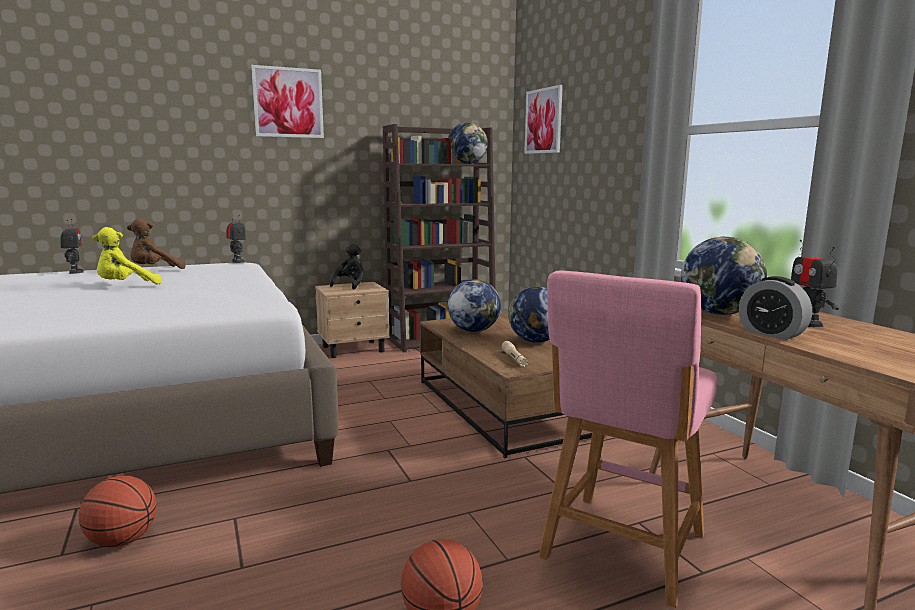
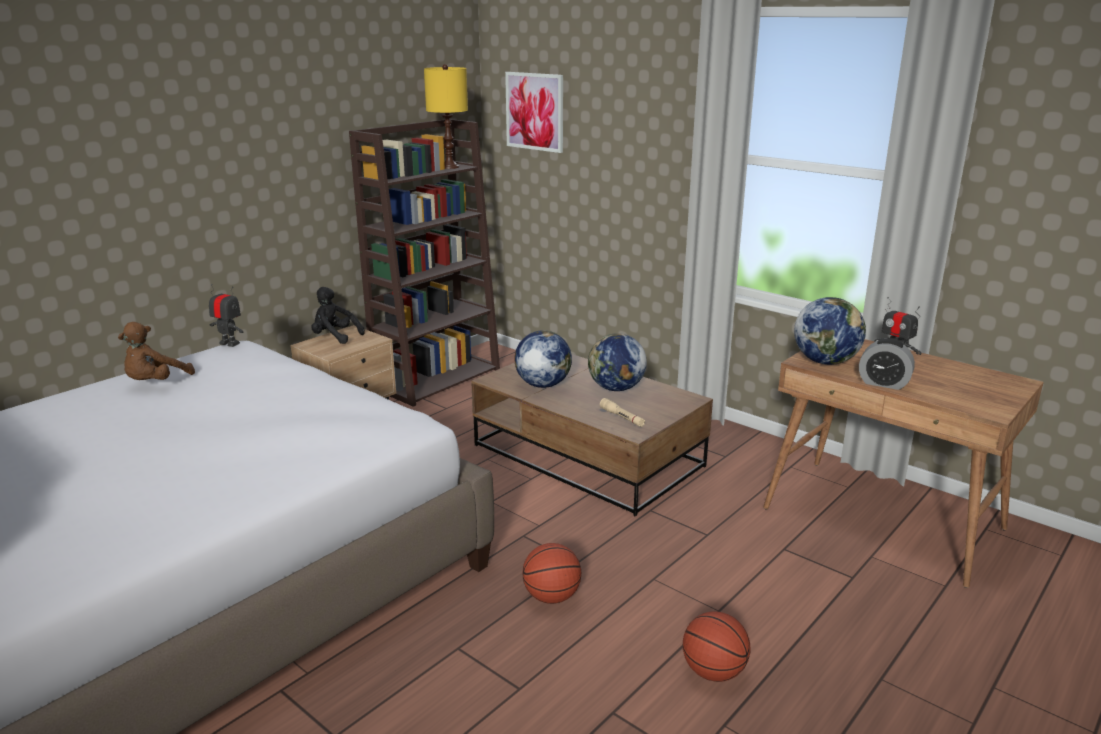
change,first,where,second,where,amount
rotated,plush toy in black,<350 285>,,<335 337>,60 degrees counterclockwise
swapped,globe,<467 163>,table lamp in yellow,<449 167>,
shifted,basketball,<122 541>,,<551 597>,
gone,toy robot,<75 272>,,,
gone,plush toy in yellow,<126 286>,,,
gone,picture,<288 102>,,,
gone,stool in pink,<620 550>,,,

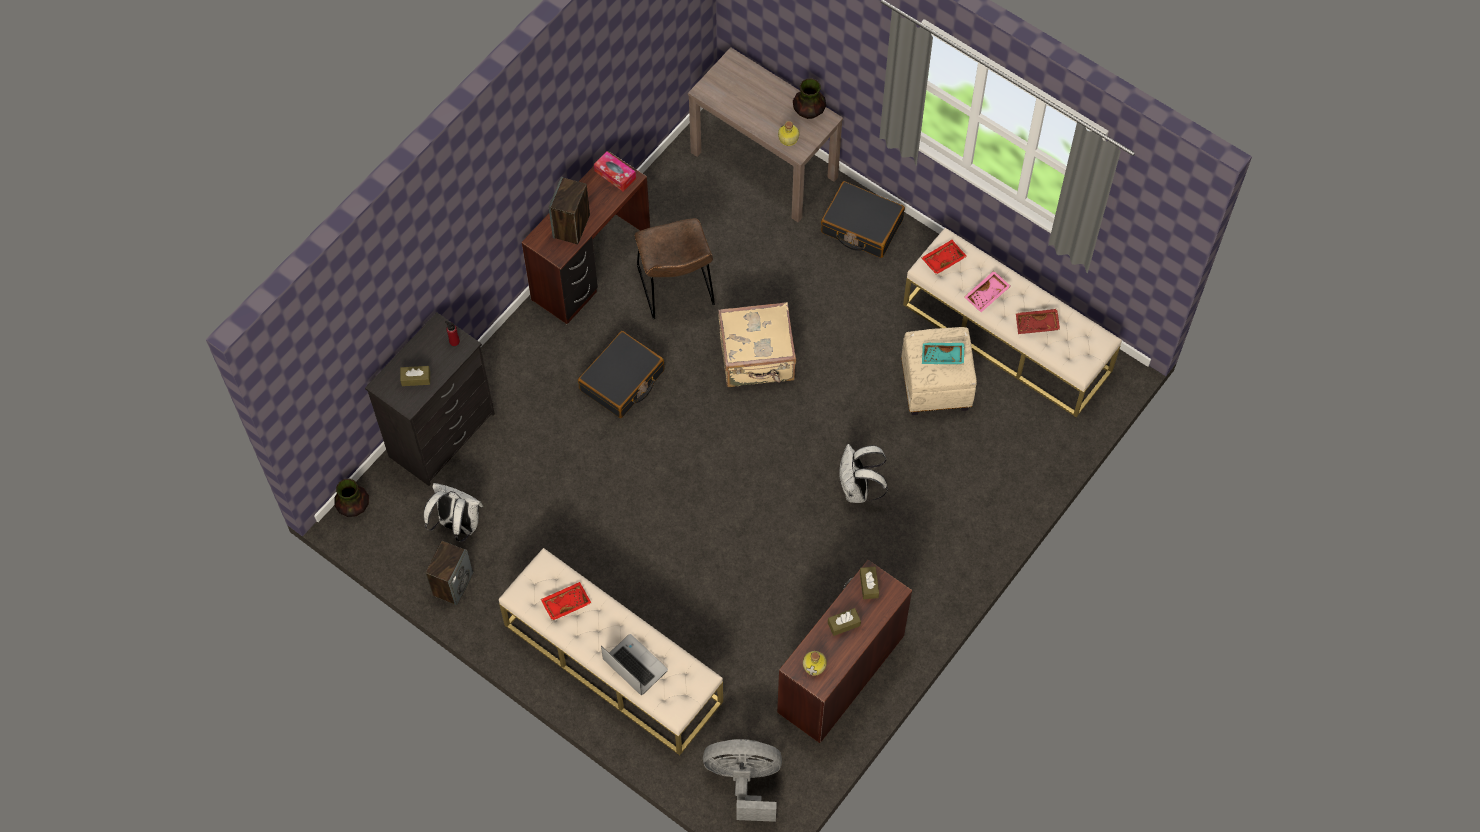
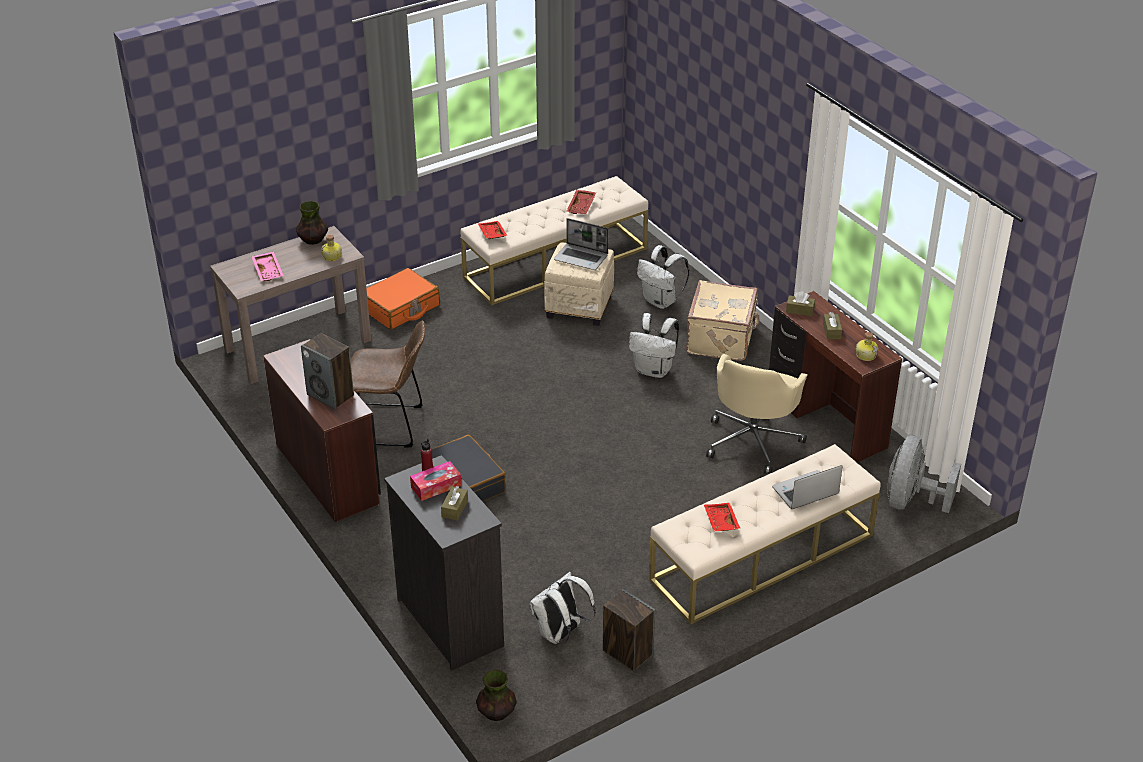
change,first,where,second,where,amount
shifted,tray in pink,<987 295>,,<268 271>,
repainted,suitcase in black,<861 226>,suitcase in orange,<400 308>,
shifted,tissue box,<615 174>,,<436 486>,
swapped,tray in turquoise,<942 357>,laptop,<582 258>,
new,,,backpack in white,<661 301>,
shifted,suitcase in beige,<757 359>,,<722 339>,
new,,,office chair in beige,<753 441>,

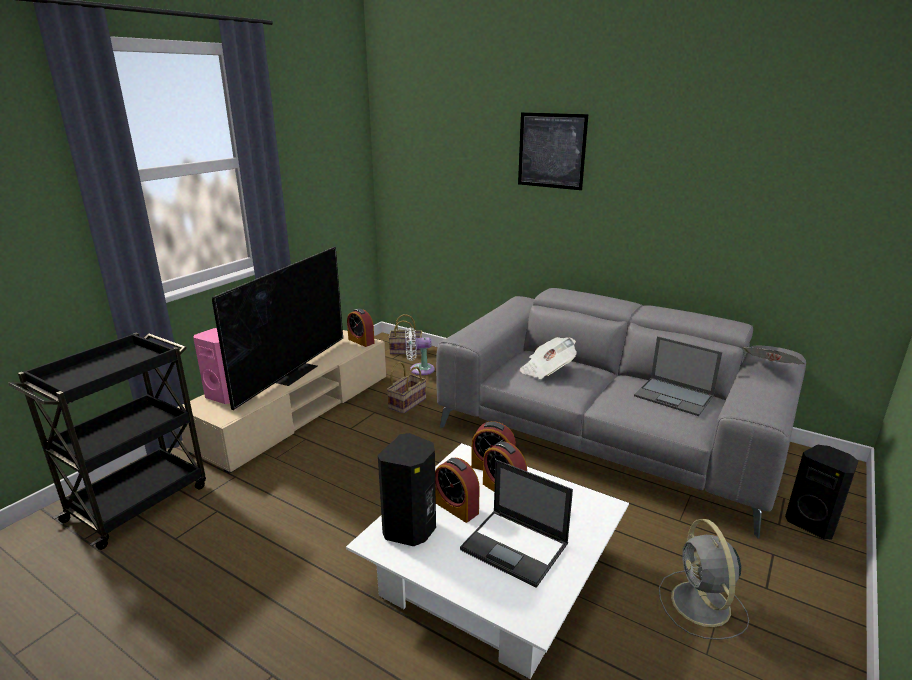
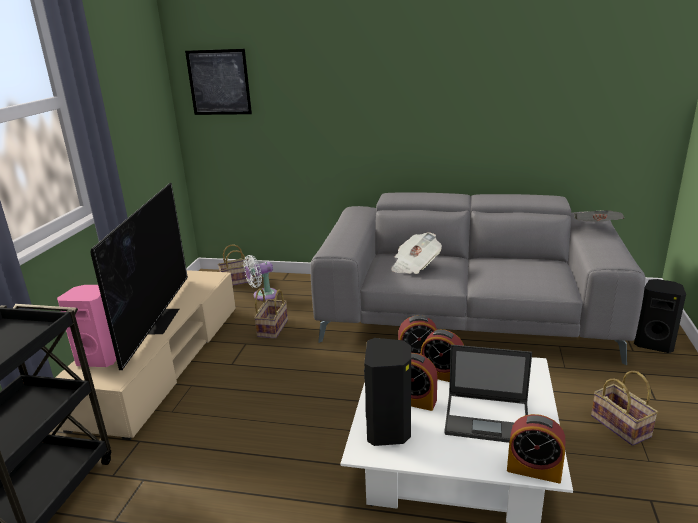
change,first,where,second,where,amount
shifted,picture,<551 151>,,<219 82>,
shifted,alarm clock,<361 341>,,<534 469>,
swapped,fan in grey,<701 606>,basket,<622 426>,
gone,laptop,<674 396>,,,

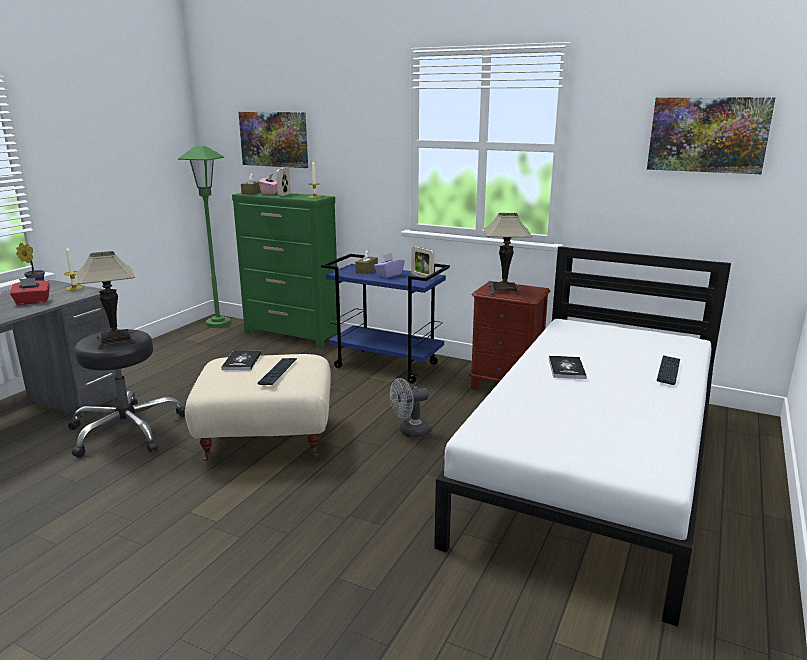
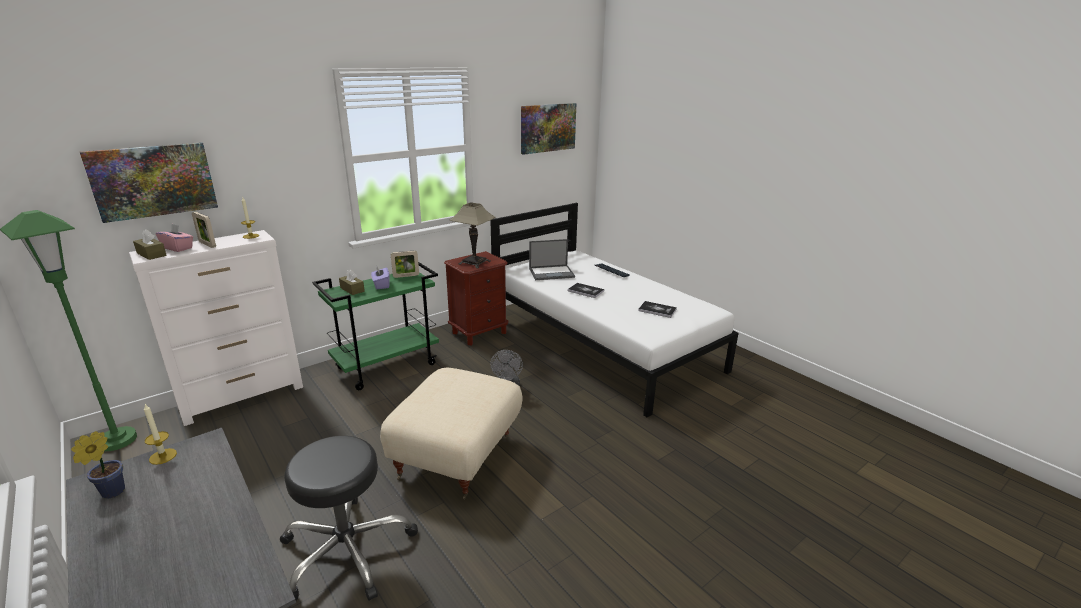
change,first,where,second,where,amount
repainted,dresser in green,<292 335>,dresser in white,<243 397>,
repainted,cart in blue,<387 365>,cart in green,<387 366>,
new,,,laptop,<552 273>,
shifted,book,<242 361>,,<657 310>,
gone,tissue box in red,<32 302>,,,
gone,table lamp,<116 340>,,,
gone,keyboard,<278 372>,,,

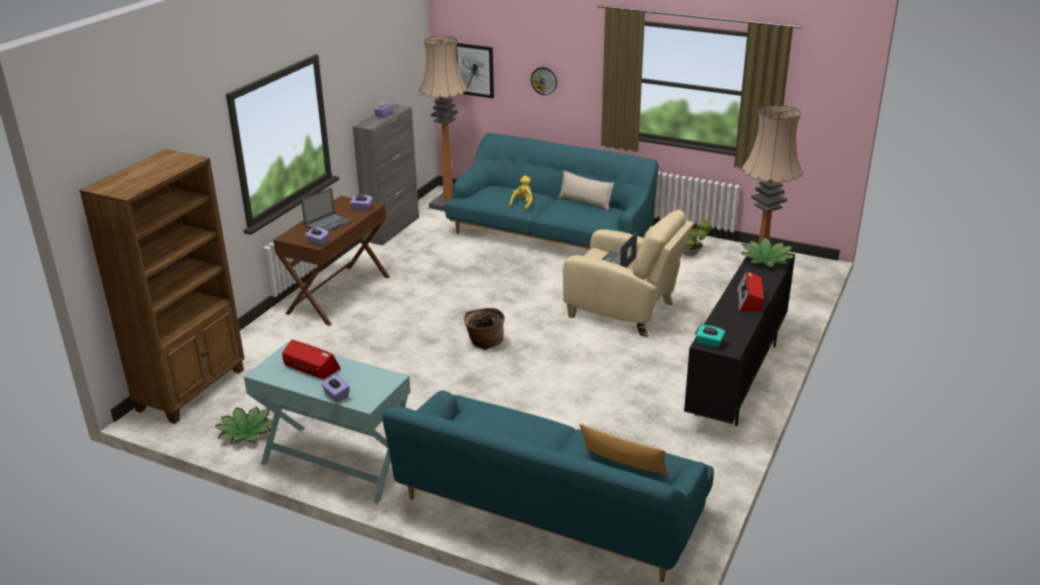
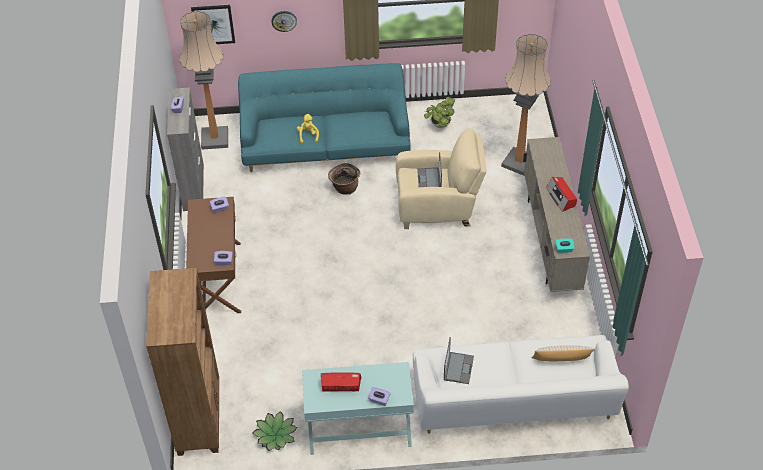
change,first,where,second,where,amount
shifted,basket,<484 342>,,<344 188>,
repainted,sofa in turquoise,<548 509>,sofa in white,<513 400>,
shifted,laptop,<328 224>,,<458 367>,
repainted,tv stand in black,<736 380>,tv stand in beige,<551 241>,
gone,pillow in beige,<585 202>,,,
gone,potted plant,<766 259>,,,

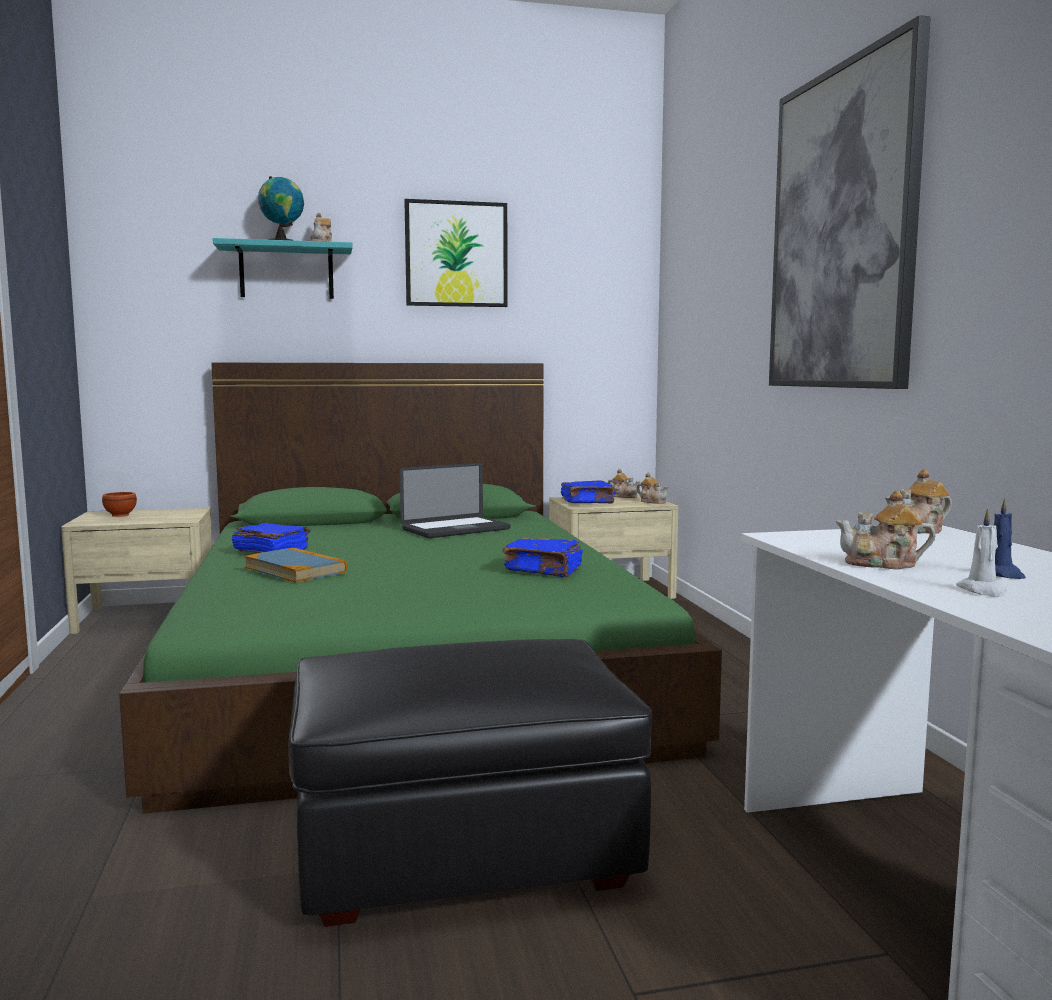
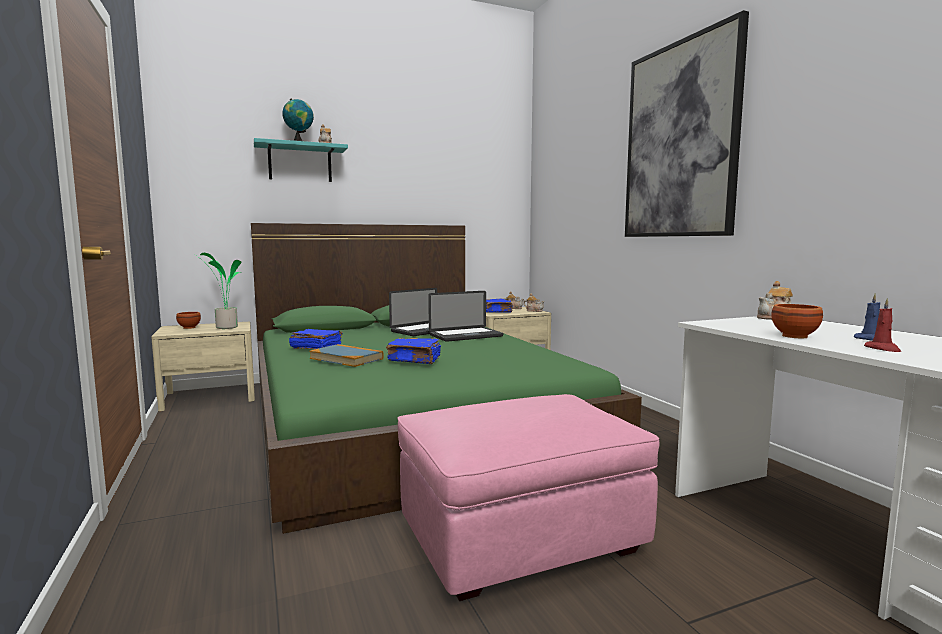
change,first,where,second,where,amount
new,,,potted plant,<225 327>,
shifted,book in blue,<544 570>,,<415 360>,
repainted,ottoman in black,<463 850>,ottoman in pink,<520 538>,
new,,,laptop,<466 336>,
swapped,teapot,<883 564>,bowl in brown,<796 336>,
repainted,candle in white,<983 591>,candle in red,<883 349>,
gone,picture,<456 254>,,,

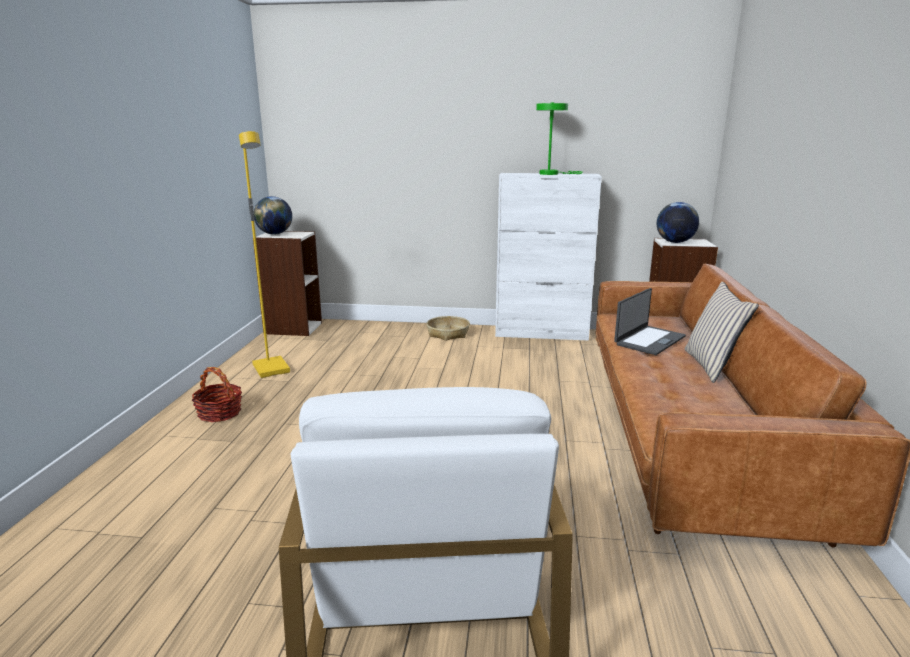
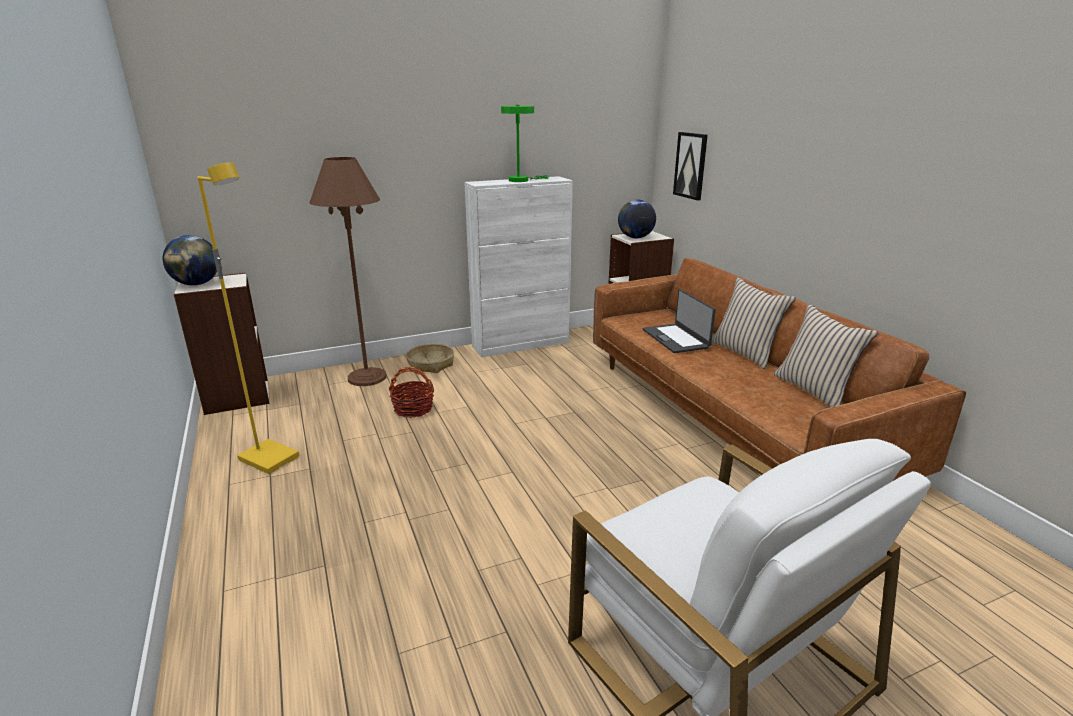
change,first,where,second,where,amount
new,,,floor lamp in brown,<367 377>,
shifted,basket,<219 413>,,<413 409>,
rotated,laptop,<649 340>,,<676 338>,150 degrees clockwise
new,,,picture,<691 165>,
new,,,pillow in beige,<814 390>,

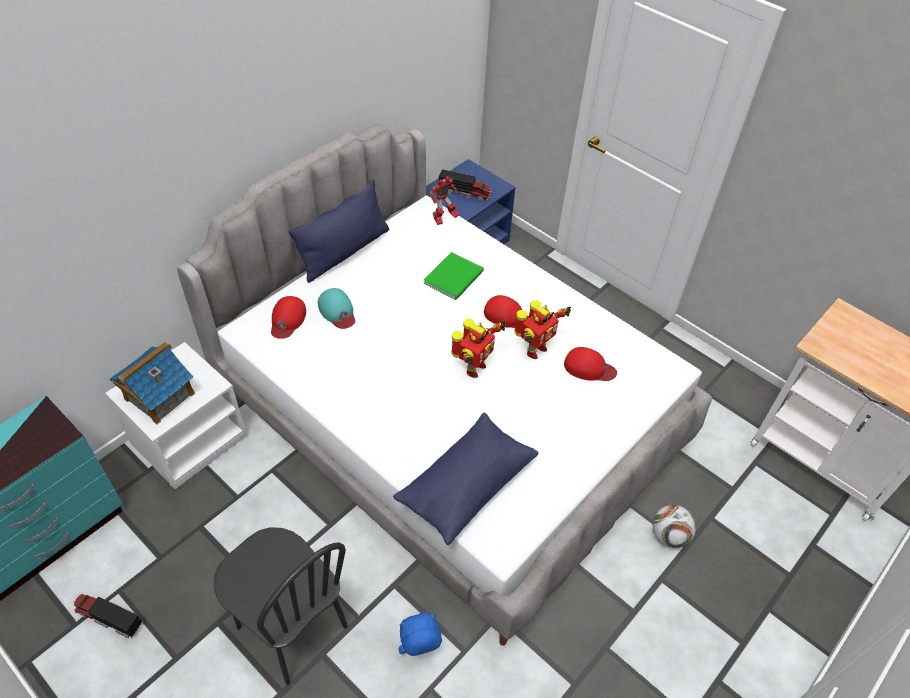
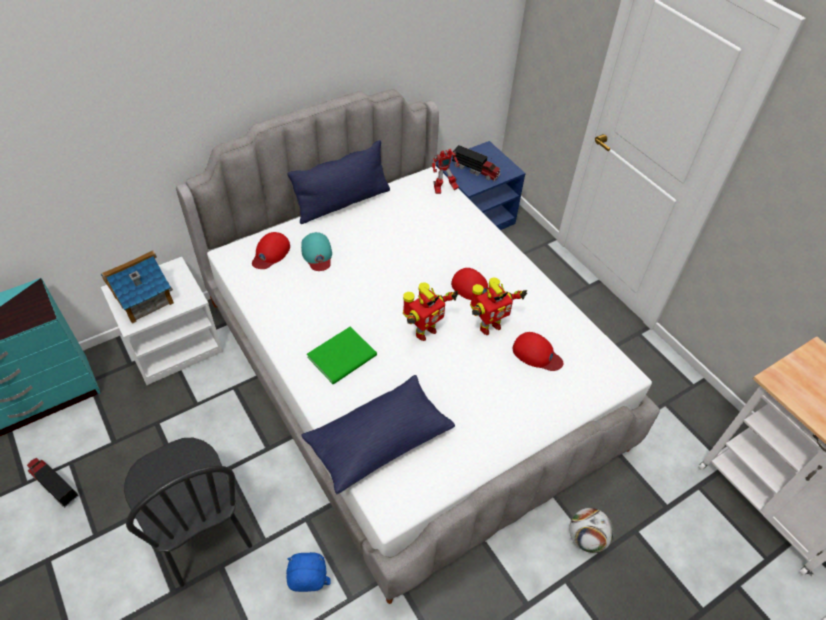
change,first,where,second,where,amount
shifted,book in green,<455 277>,,<344 356>,

